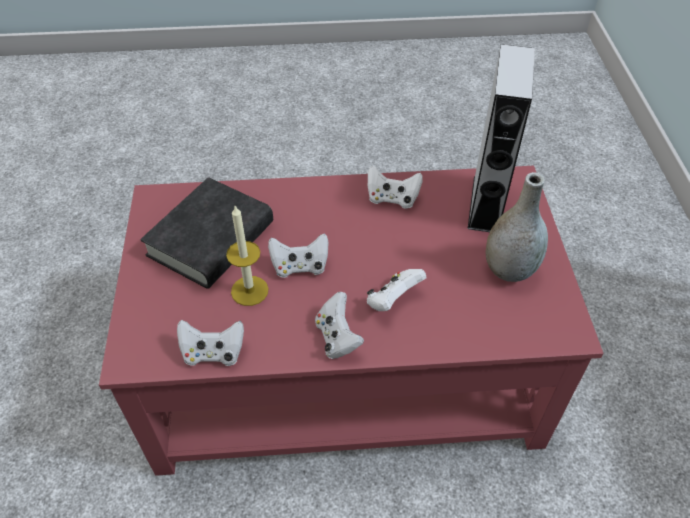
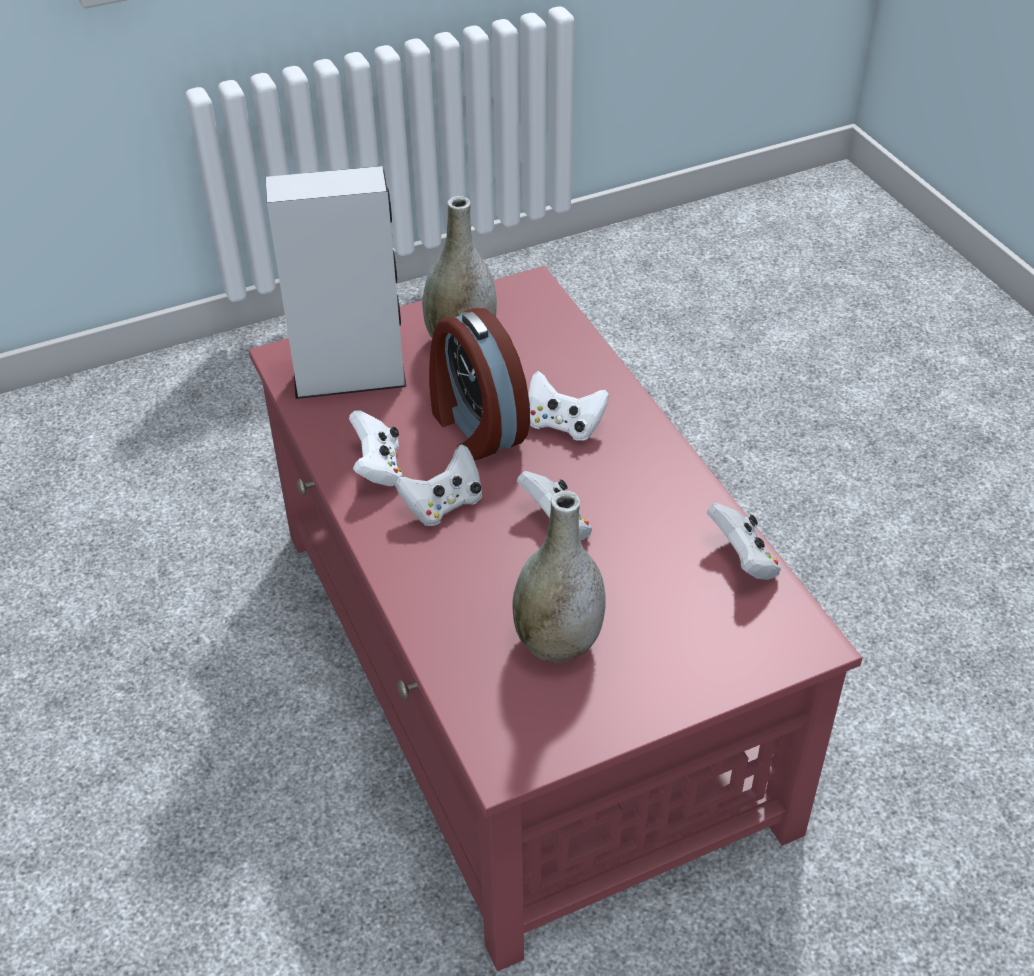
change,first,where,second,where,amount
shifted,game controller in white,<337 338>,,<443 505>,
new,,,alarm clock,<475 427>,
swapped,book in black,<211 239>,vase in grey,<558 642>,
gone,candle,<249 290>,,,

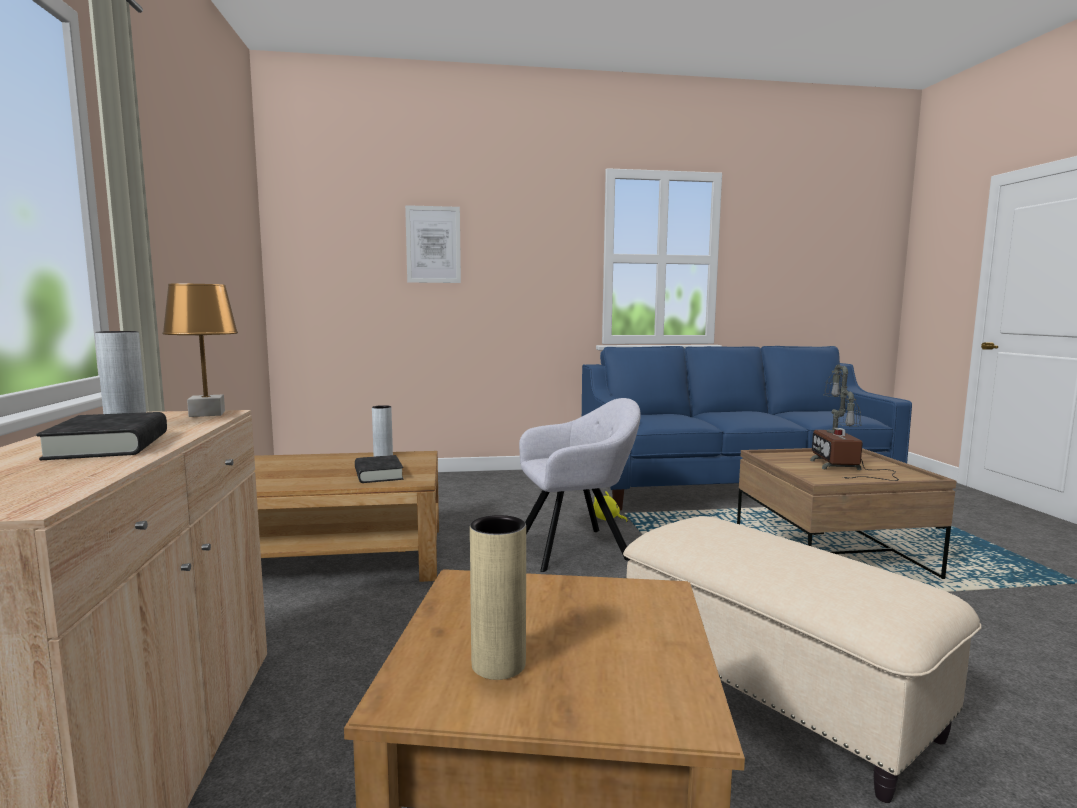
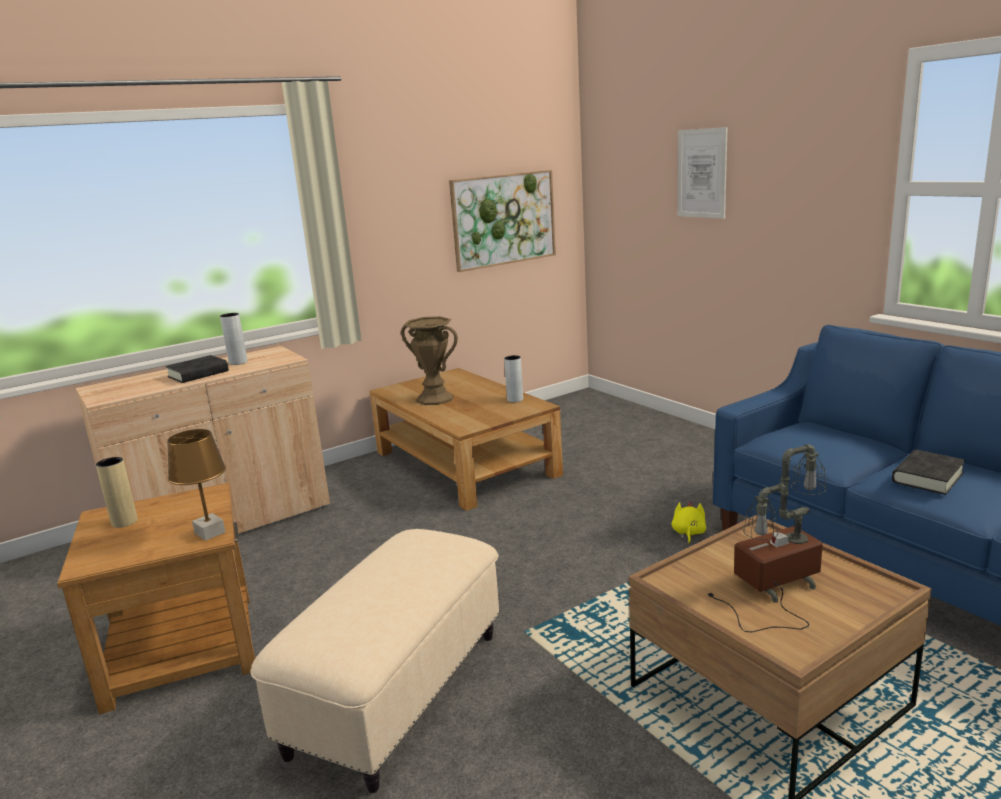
change,first,where,second,where,amount
shifted,table lamp in brown,<206 414>,,<209 533>,
new,,,vase in brown,<435 399>,
new,,,picture,<503 219>,
shifted,book in black,<378 474>,,<927 477>,
gone,armchair in grey,<577 548>,,,

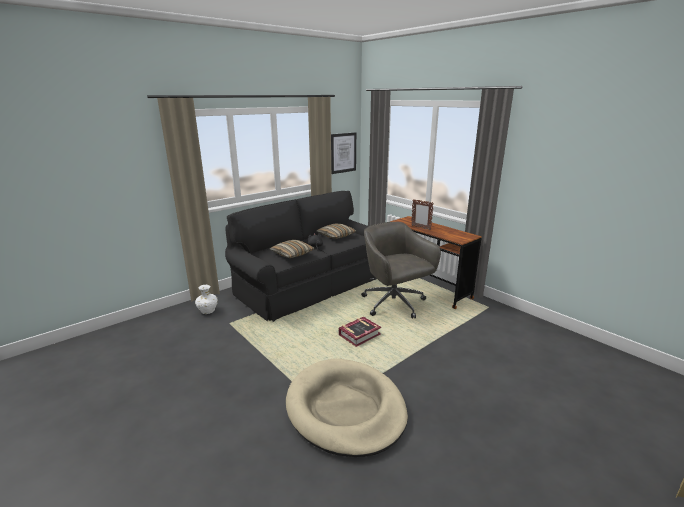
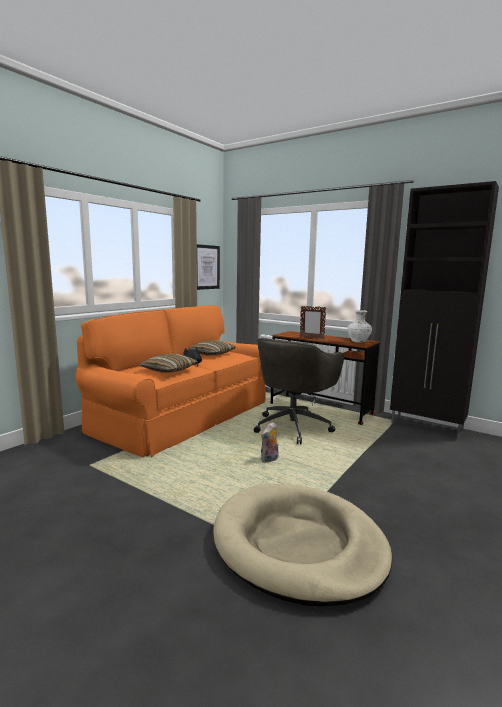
change,first,where,second,where,amount
repainted,sofa in black,<311 285>,sofa in orange,<184 416>,
rotated,office chair in grey,<394 304>,,<293 426>,105 degrees counterclockwise
swapped,book,<359 334>,plush toy,<269 460>,
shifted,vase in white,<207 311>,,<358 341>,
new,,,cabinet in black,<427 427>,

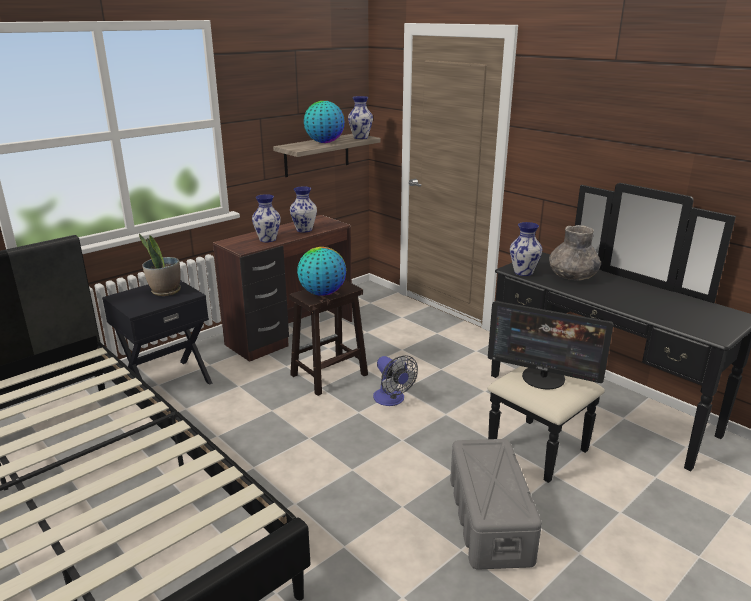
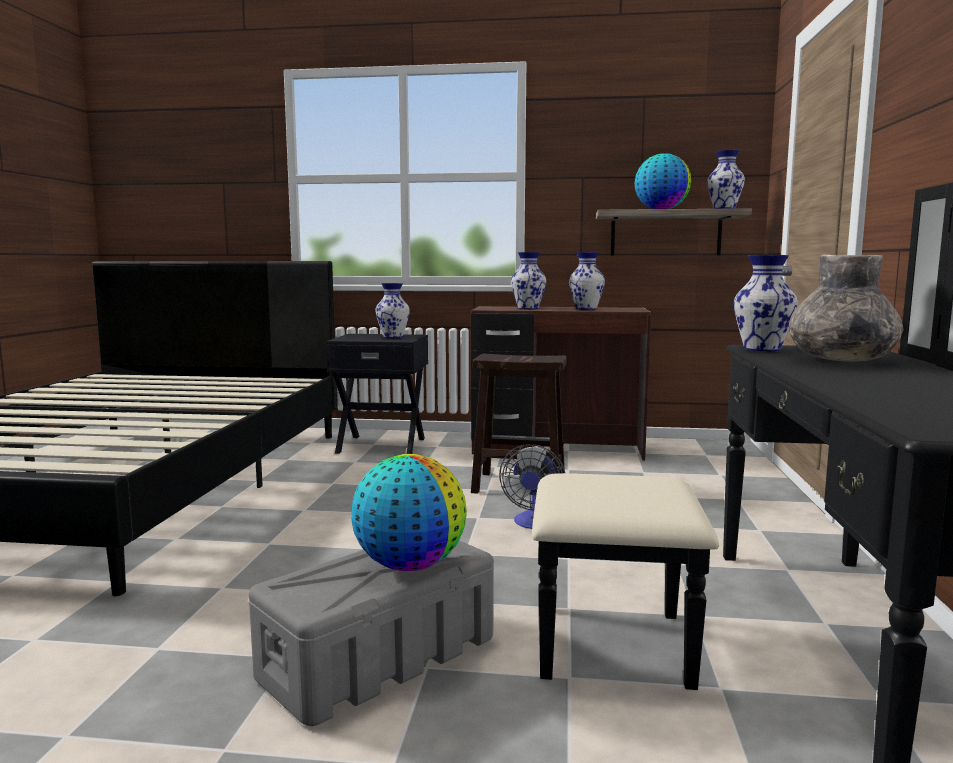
change,first,where,second,where,amount
shifted,globe,<322 293>,,<410 565>,
swapped,potted plant,<165 291>,vase,<393 337>,
gone,monitor,<543 378>,,,

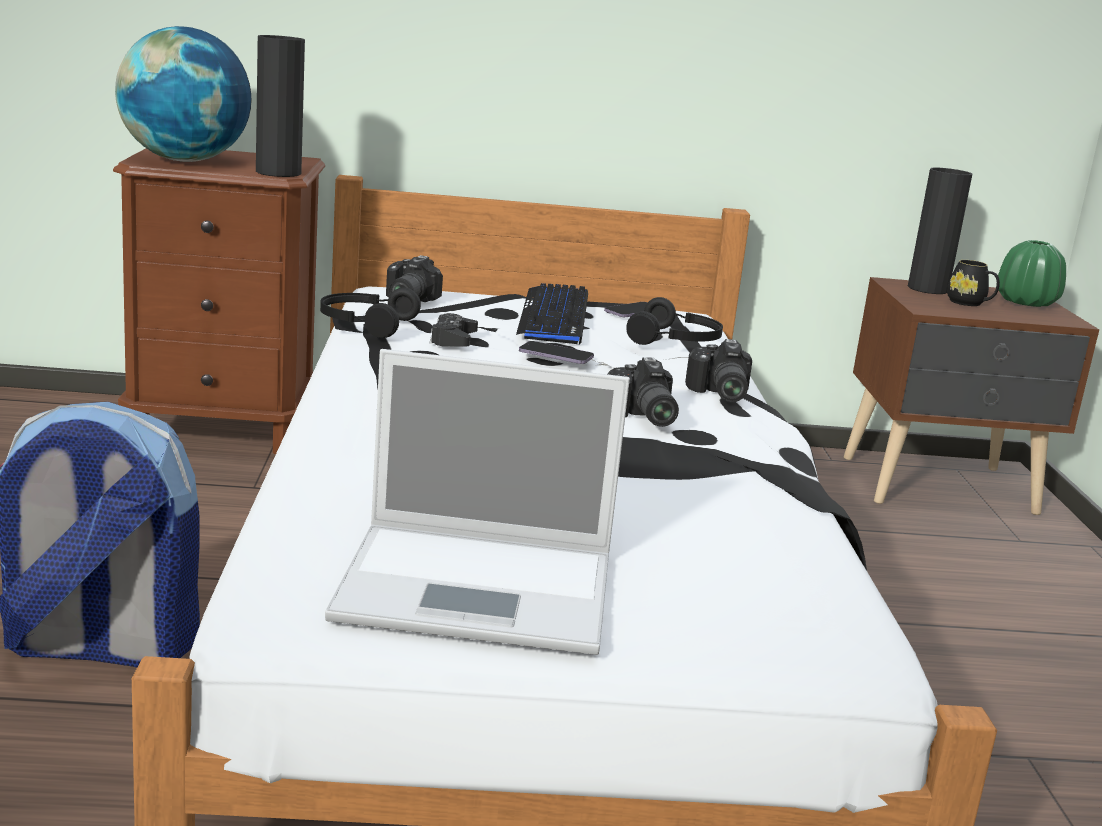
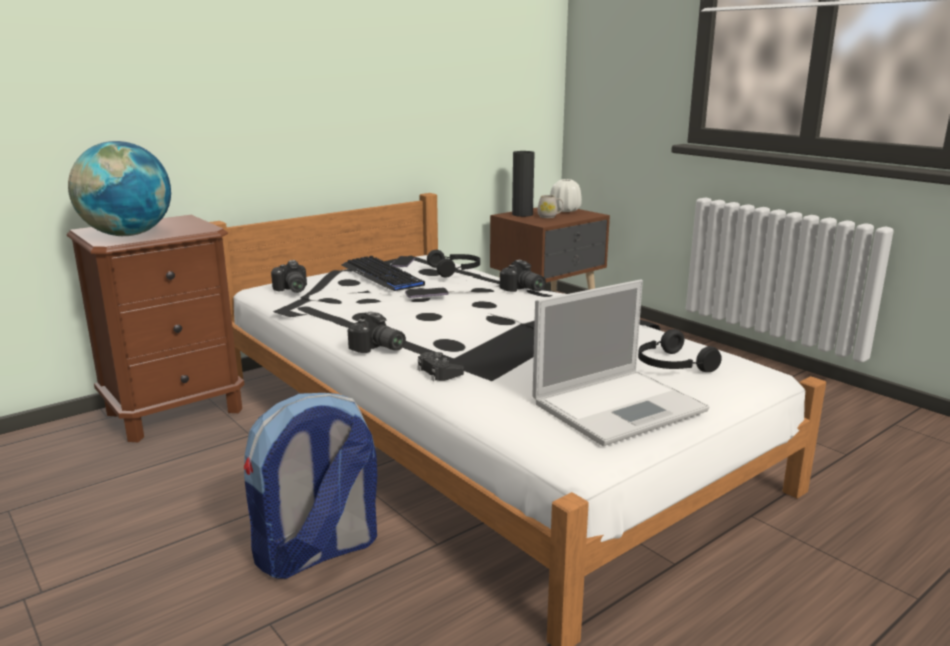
change,first,where,second,where,amount
shifted,photo camera,<641 417>,,<378 348>,
shifted,game controller in black,<453 339>,,<439 372>,
repainted,mug in black,<970 303>,mug in white,<550 216>,
repainted,vase in green,<1026 302>,vase in white,<565 210>,
shifted,headphones in black,<365 324>,,<671 365>,
gone,vase in black,<278 173>,,,

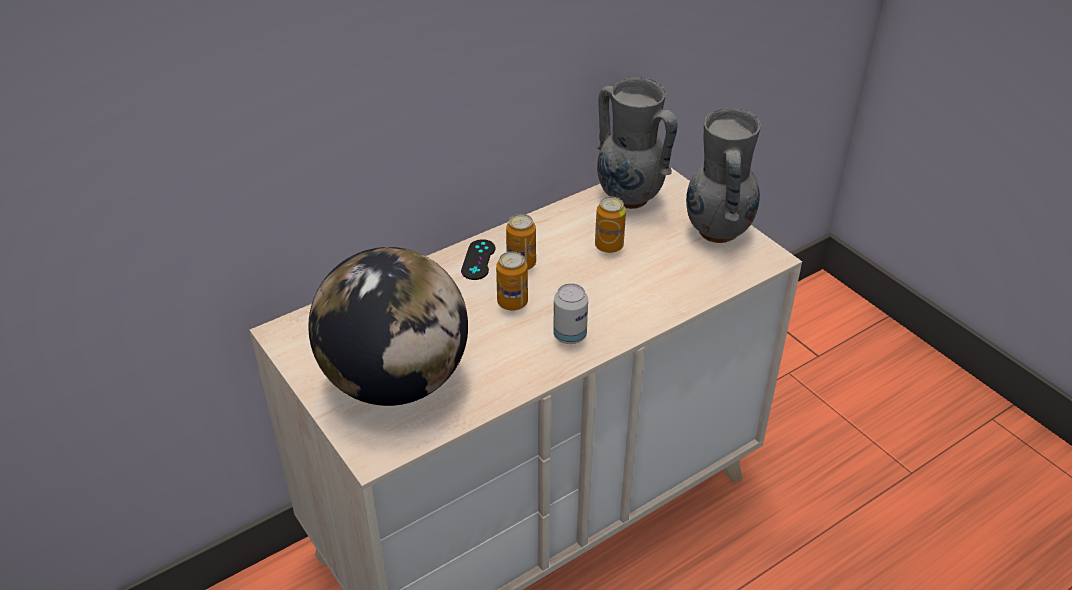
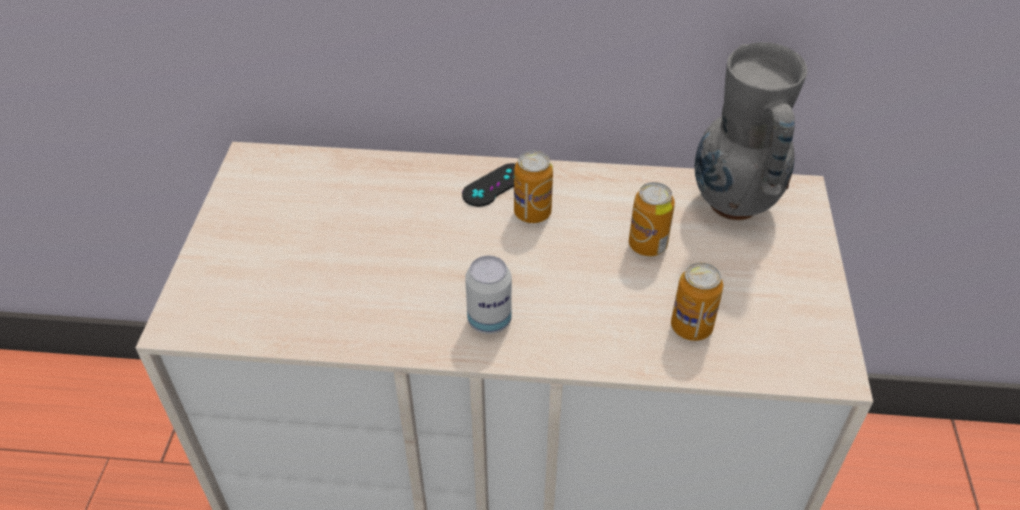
change,first,where,second,where,amount
shifted,can,<512 302>,,<691 327>,
gone,globe,<396 381>,,,
gone,vase in grey,<717 232>,,,

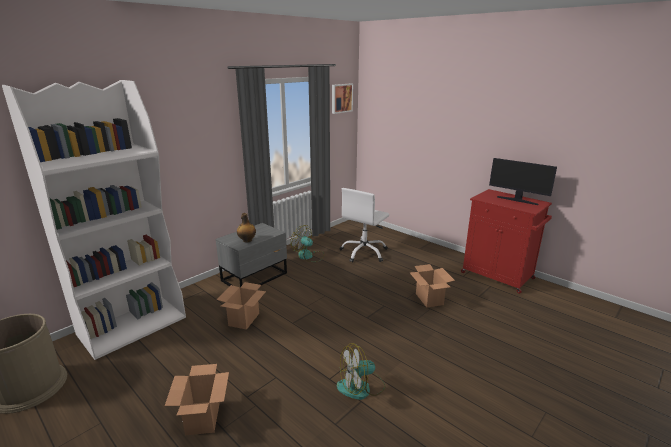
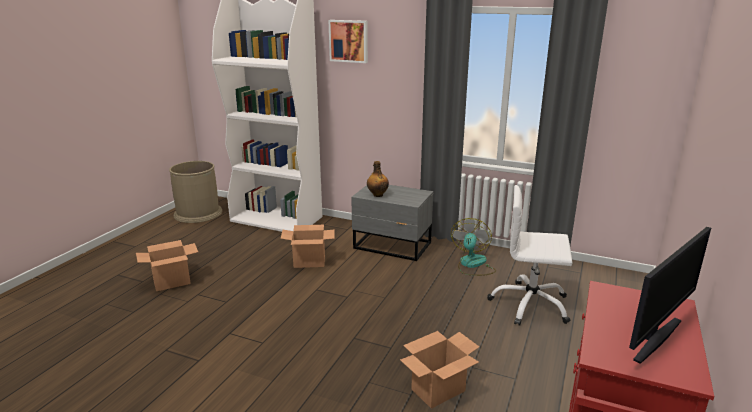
change,first,where,second,where,amount
shifted,picture,<341 98>,,<349 41>,
rotated,monitor,<517 200>,,<654 338>,150 degrees counterclockwise
gone,fan,<361 387>,,,

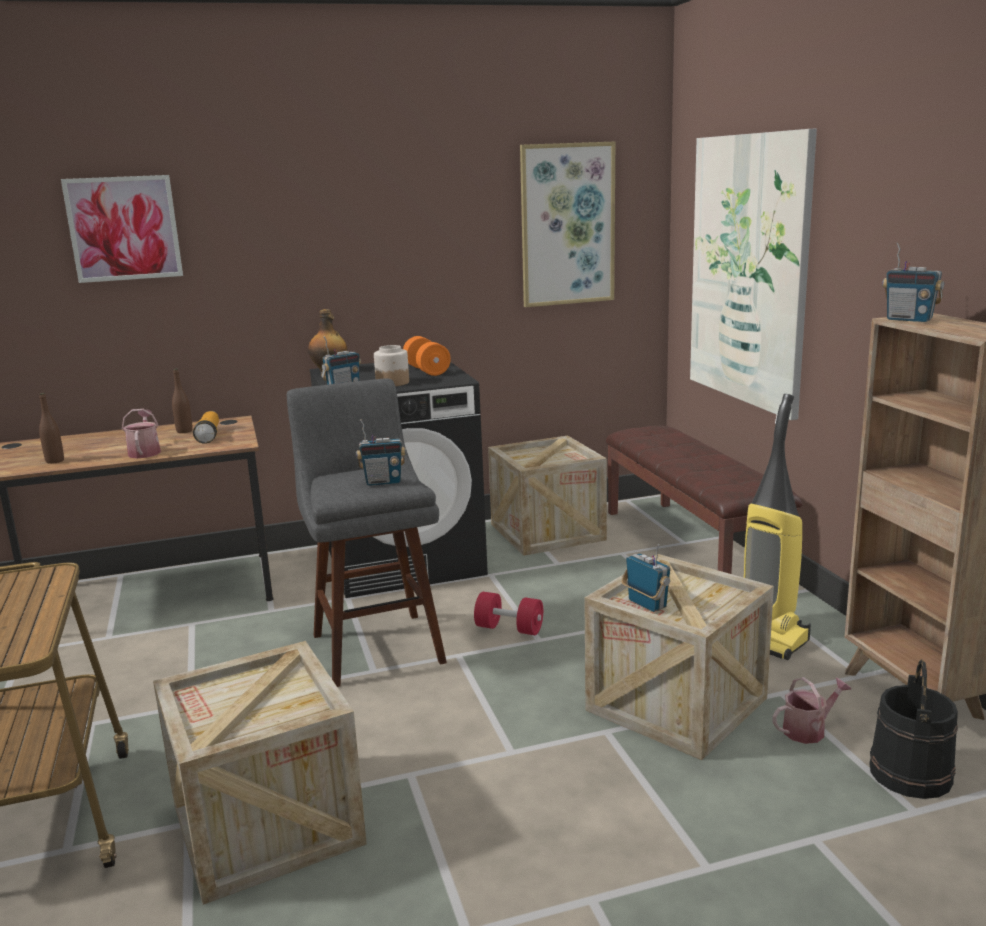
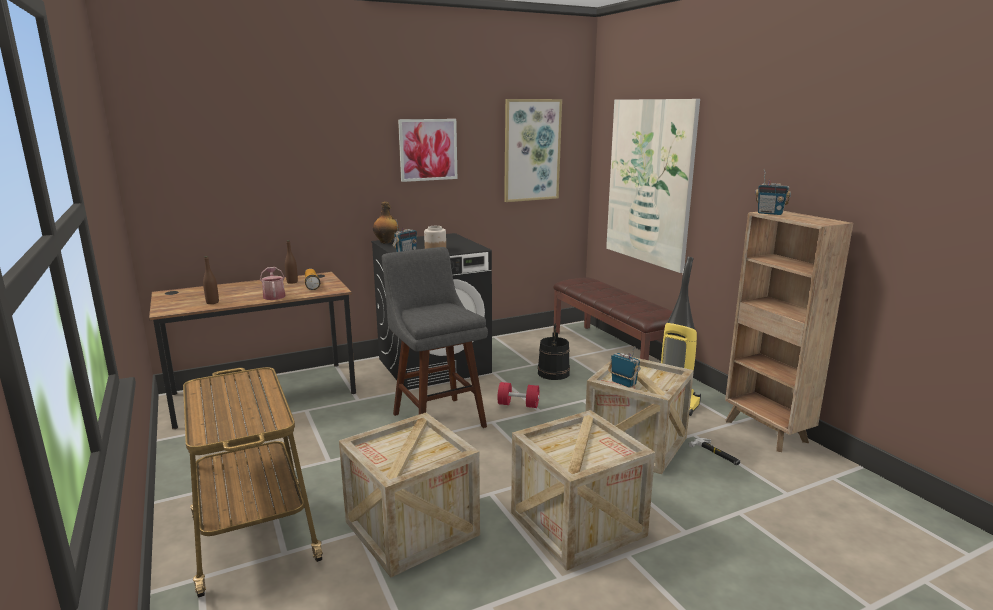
change,first,where,second,where,amount
shifted,picture,<124 228>,,<428 150>,
shifted,crate,<547 532>,,<577 524>,
shifted,bucket in black,<911 774>,,<553 373>,
swapped,watering can,<808 730>,hammer,<715 454>,
gone,radio,<383 482>,,,
gone,dumbbell in orange,<427 370>,,,

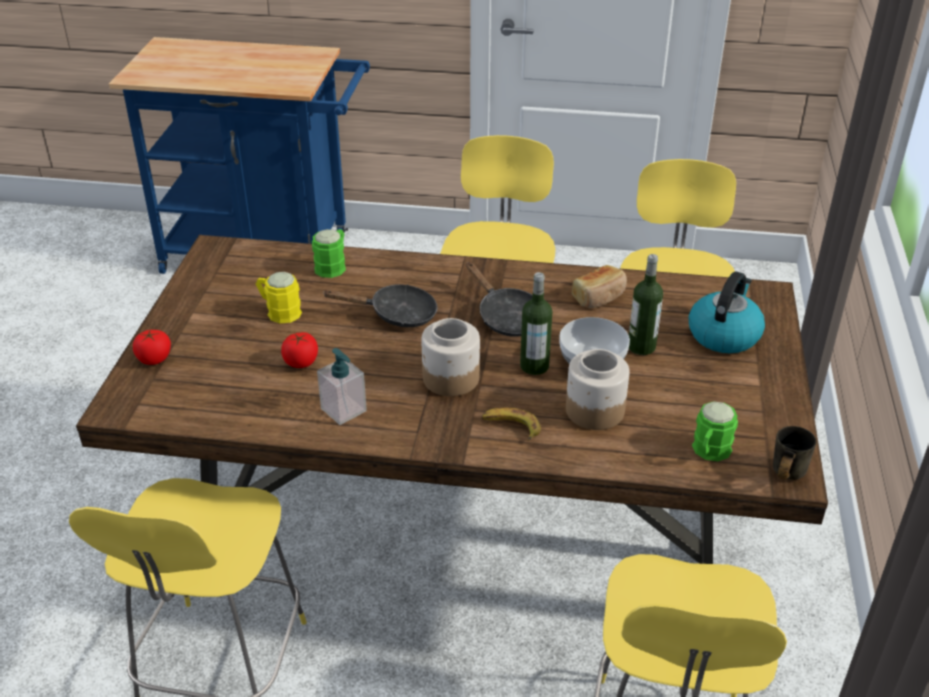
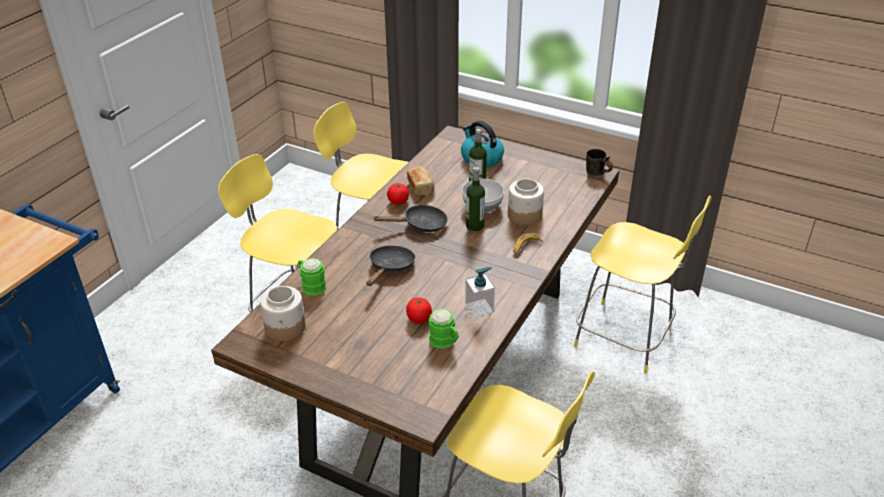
change,first,where,second,where,amount
shifted,jar,<450 379>,,<285 327>,
shifted,tomato,<154 359>,,<398 201>,
shifted,mug in green,<709 452>,,<445 342>,
gone,mug in yellow,<279 311>,,,

